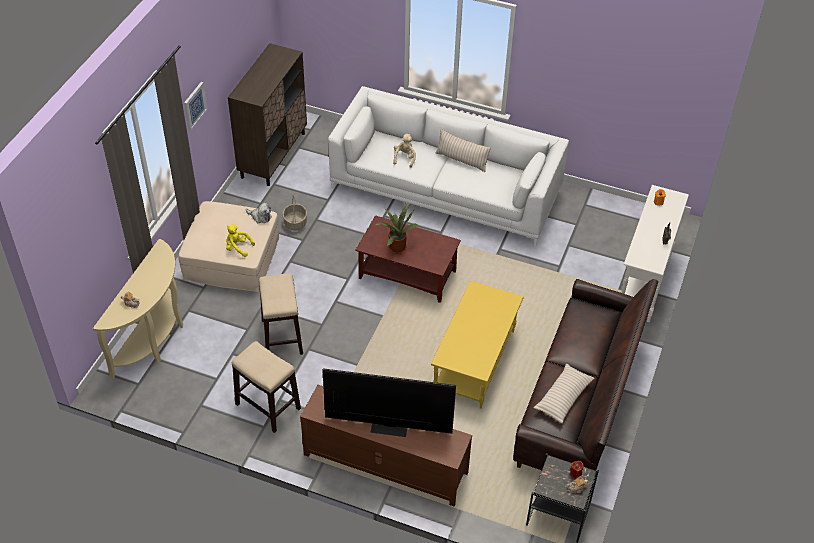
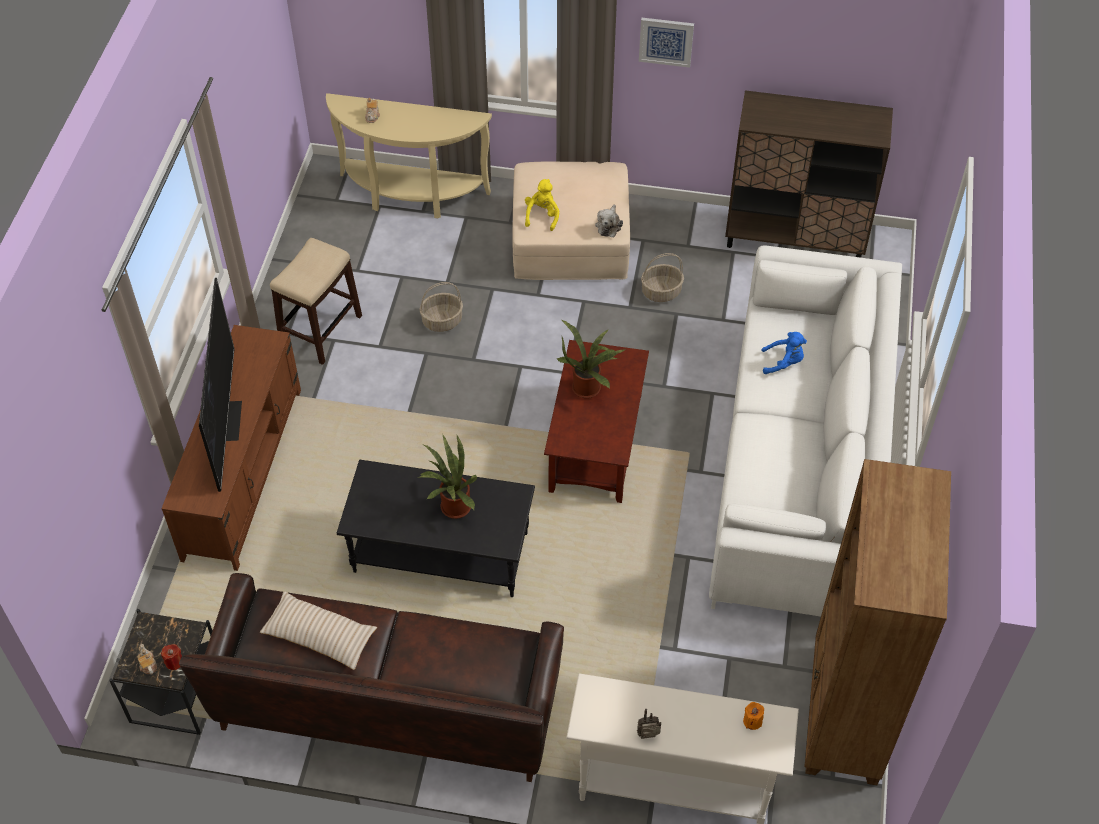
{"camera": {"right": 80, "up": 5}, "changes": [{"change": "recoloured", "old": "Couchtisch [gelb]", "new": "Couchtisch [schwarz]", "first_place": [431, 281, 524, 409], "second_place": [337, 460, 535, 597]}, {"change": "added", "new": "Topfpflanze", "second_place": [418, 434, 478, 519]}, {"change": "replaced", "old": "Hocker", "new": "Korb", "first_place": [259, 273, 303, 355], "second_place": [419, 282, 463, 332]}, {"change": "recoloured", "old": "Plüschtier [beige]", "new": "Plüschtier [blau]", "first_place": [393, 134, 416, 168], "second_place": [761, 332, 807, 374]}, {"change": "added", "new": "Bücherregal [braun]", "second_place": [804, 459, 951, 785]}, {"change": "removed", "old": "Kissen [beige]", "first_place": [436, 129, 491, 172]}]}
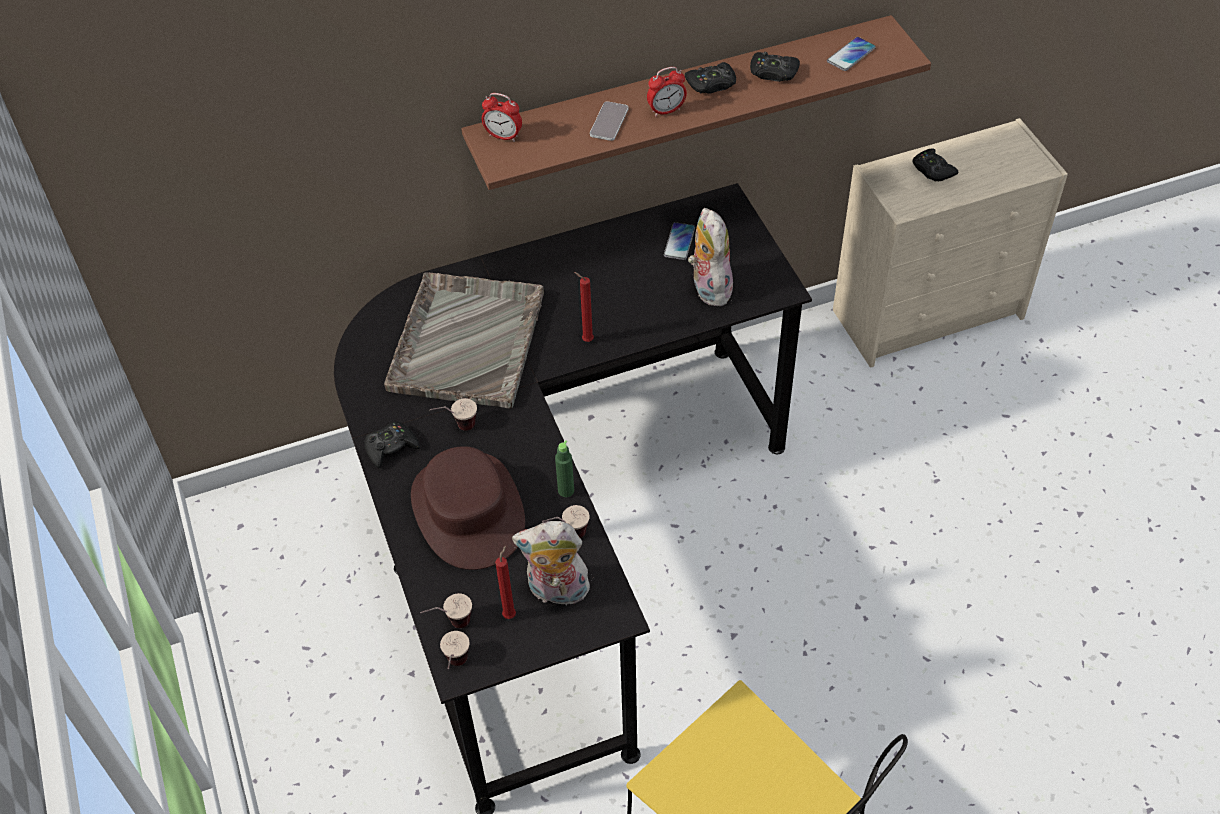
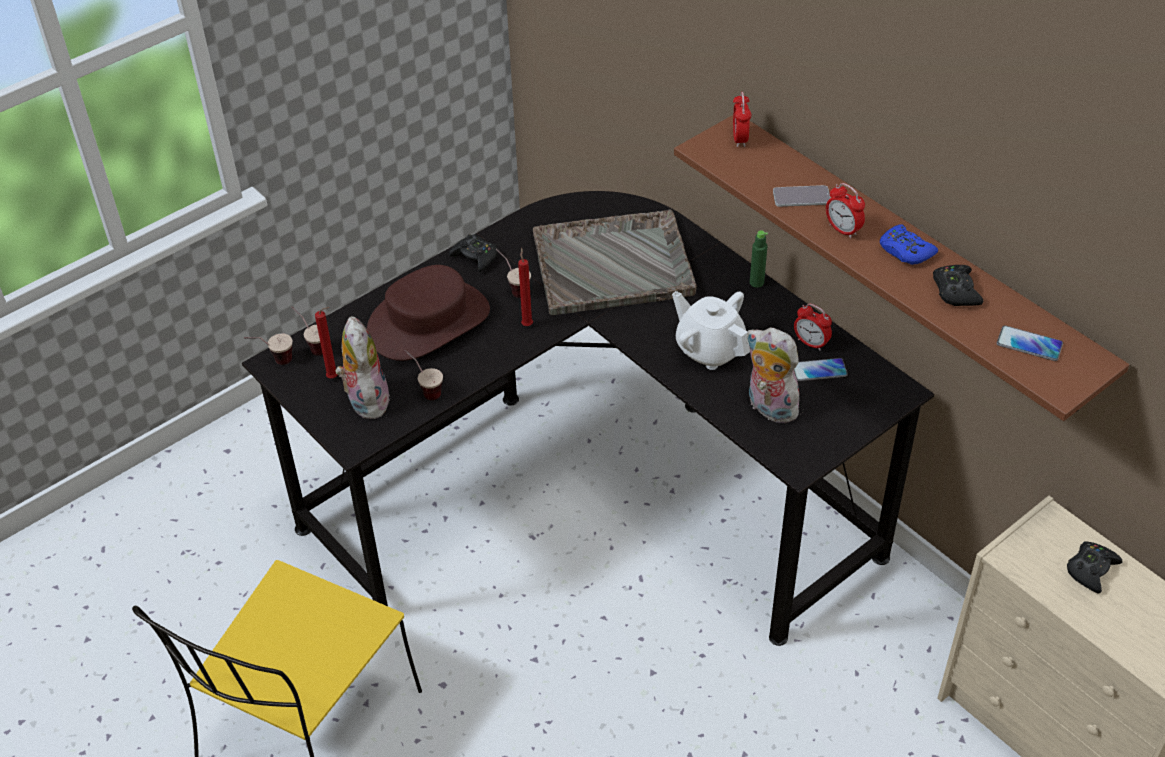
{"camera": {"right": 70, "up": -5}, "changes": [{"change": "moved", "old": "Kerze [rot]", "first_place": [574, 272, 594, 342], "second_place": [518, 248, 533, 326]}, {"change": "added", "new": "Teekanne [weiß]", "second_place": [672, 291, 750, 370]}, {"change": "turned", "old": "Plüschtier", "first_place": [688, 208, 734, 306], "second_place": [746, 327, 799, 424], "degrees": -105}, {"change": "moved", "old": "Flasche [grün]", "first_place": [555, 440, 574, 497], "second_place": [750, 230, 768, 288]}, {"change": "added", "new": "Wecker", "second_place": [794, 303, 832, 351]}, {"change": "recoloured", "old": "Gamepad [schwarz]", "new": "Gamepad [blau]", "first_place": [685, 62, 736, 94], "second_place": [880, 225, 938, 265]}]}
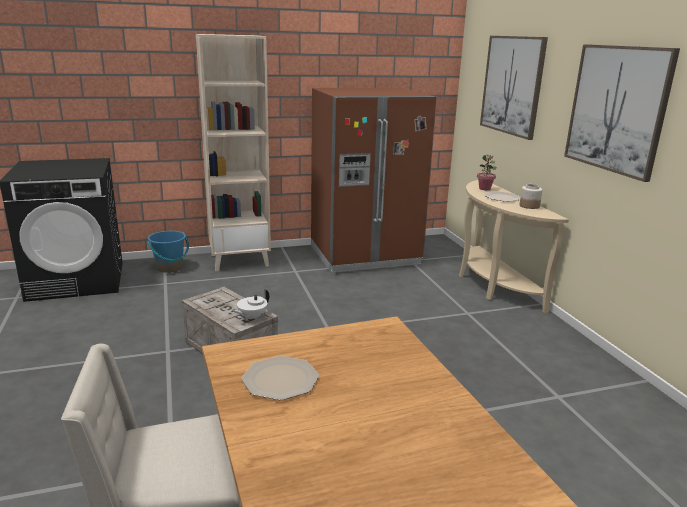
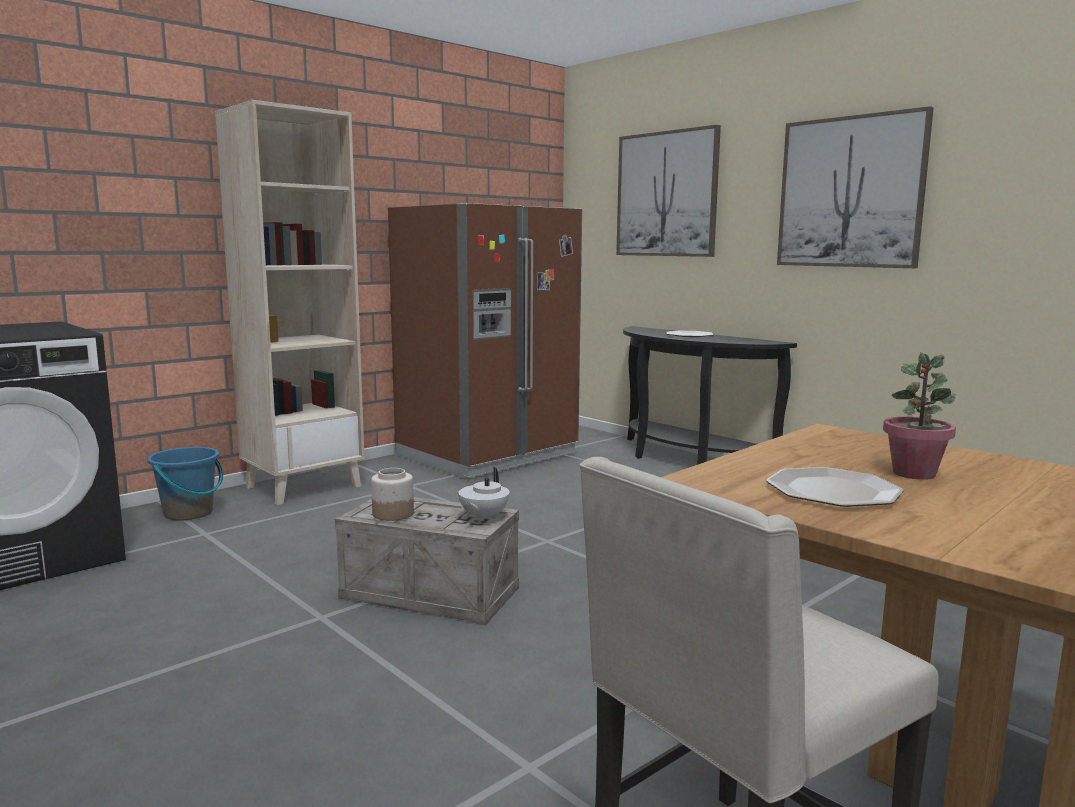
{"camera": {"right": -25, "up": -10}, "changes": [{"change": "moved", "old": "Vorratsglas", "first_place": [520, 184, 542, 209], "second_place": [371, 468, 414, 521]}, {"change": "recoloured", "old": "Konsolentisch [beige]", "new": "Konsolentisch [schwarz]", "first_place": [459, 180, 569, 313], "second_place": [623, 326, 797, 465]}, {"change": "moved", "old": "Topfpflanze", "first_place": [477, 154, 497, 191], "second_place": [883, 352, 956, 480]}]}
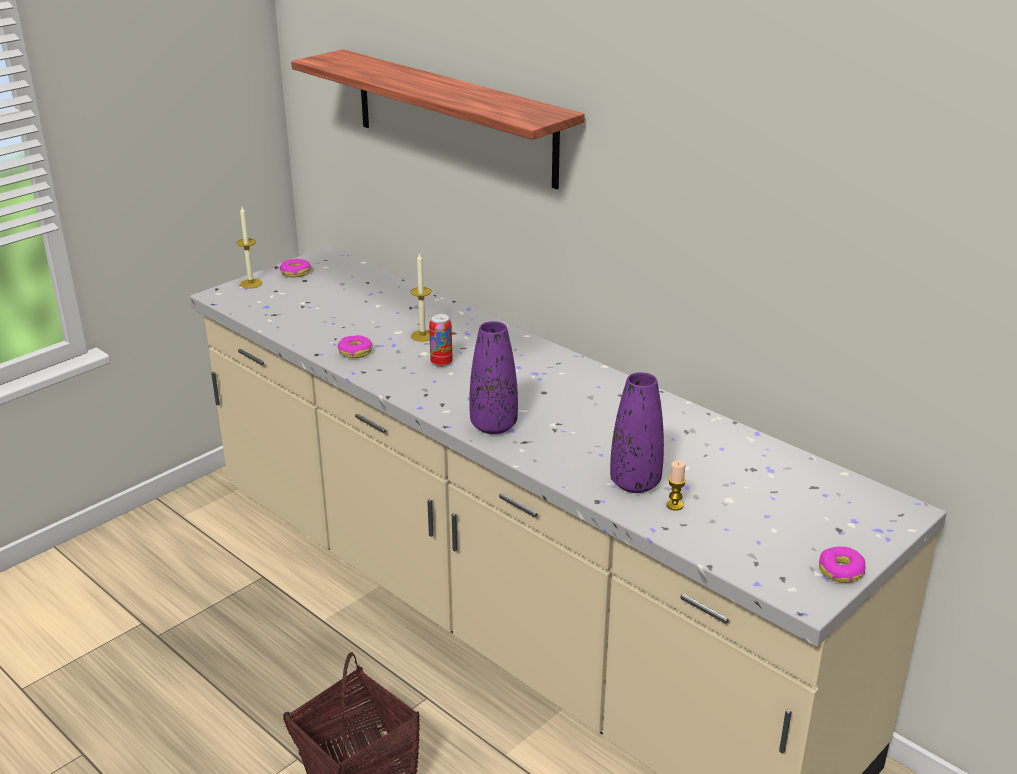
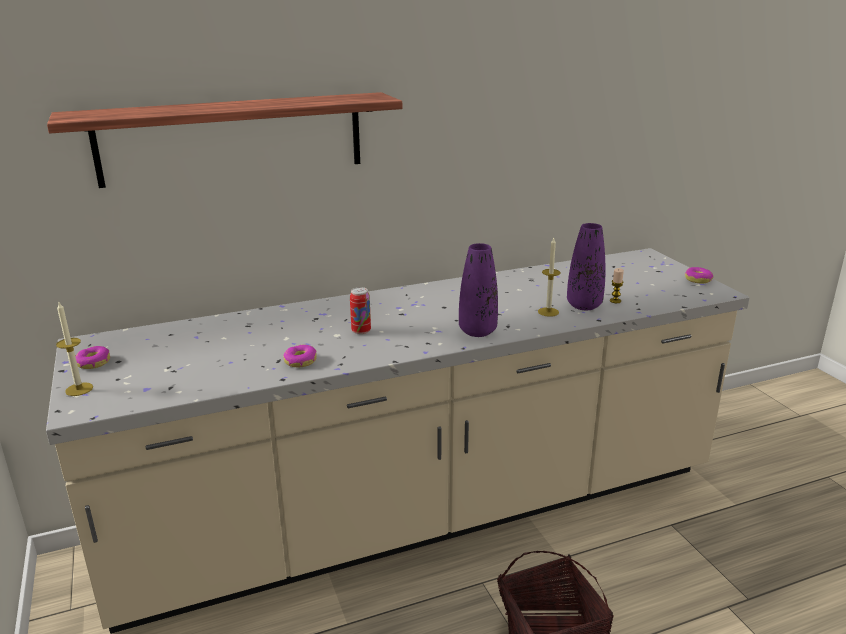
{"camera": {"right": -65, "up": -5}, "changes": [{"change": "moved", "old": "Kerze", "first_place": [411, 253, 431, 342], "second_place": [538, 238, 561, 317]}]}
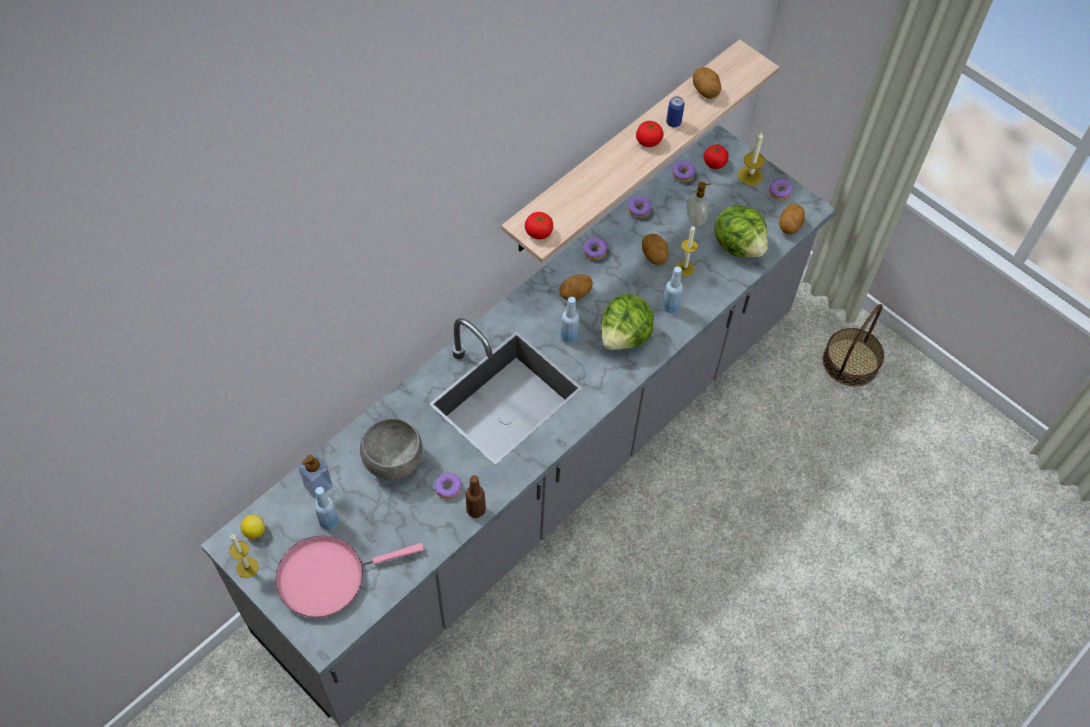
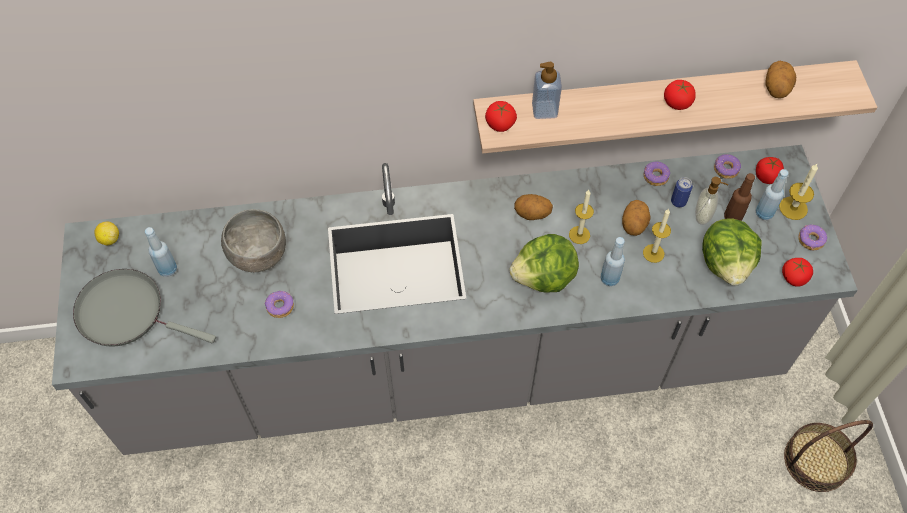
{"camera": {"right": 40, "up": 0}, "changes": [{"change": "recoloured", "old": "Pfanne [rosa]", "new": "Pfanne [grau]", "first_place": [275, 536, 424, 618], "second_place": [73, 269, 216, 347]}, {"change": "moved", "old": "Seifenspender", "first_place": [298, 455, 333, 499], "second_place": [532, 62, 562, 119]}, {"change": "moved", "old": "Kerze", "first_place": [229, 534, 259, 578], "second_place": [569, 190, 594, 244]}, {"change": "moved", "old": "Dose", "first_place": [666, 96, 685, 128], "second_place": [671, 177, 693, 207]}, {"change": "moved", "old": "Flasche [braun]", "first_place": [466, 475, 486, 518], "second_place": [724, 173, 755, 221]}, {"change": "moved", "old": "Flasche [blau]", "first_place": [560, 296, 579, 343], "second_place": [755, 169, 788, 220]}, {"change": "replaced", "old": "Kartoffel", "new": "Tomate", "first_place": [779, 204, 805, 234], "second_place": [782, 258, 813, 287]}, {"change": "removed", "old": "Donut", "first_place": [583, 238, 607, 260]}]}
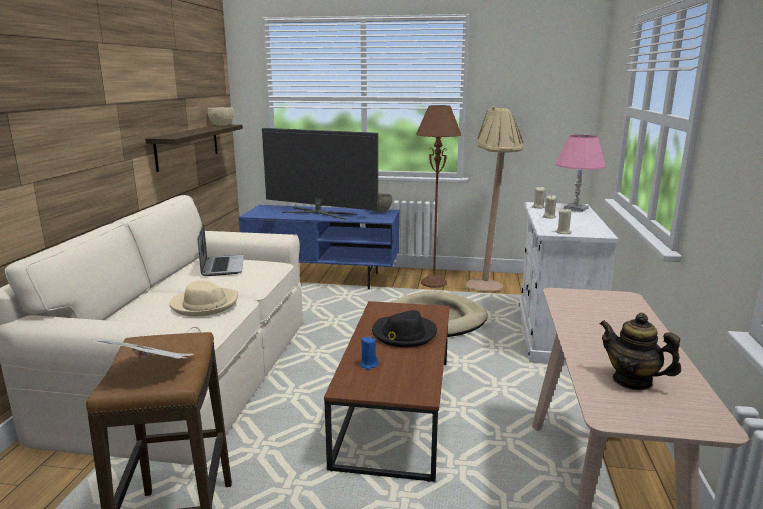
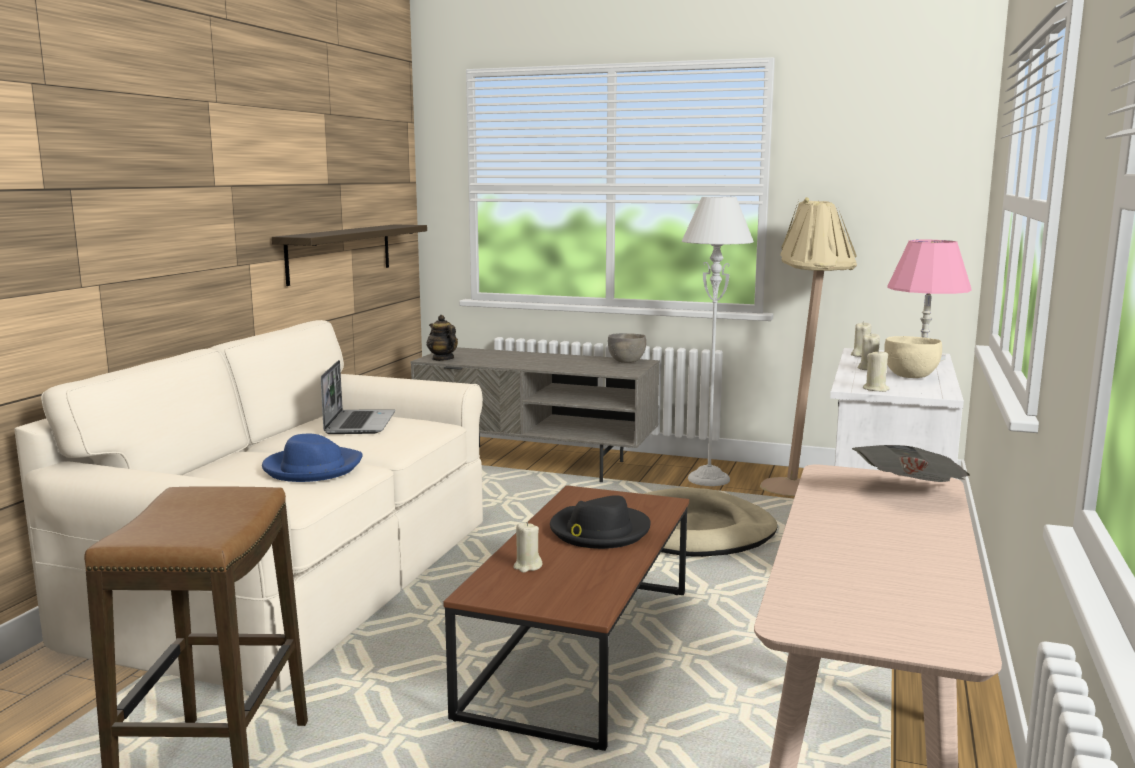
{"camera": {"right": 10, "up": -5}, "changes": [{"change": "recoloured", "old": "Hut [beige]", "new": "Hut [blau]", "first_place": [169, 281, 238, 316], "second_place": [262, 434, 363, 482]}, {"change": "recoloured", "old": "Fernsehschrank [blau]", "new": "Fernsehschrank [grau]", "first_place": [239, 205, 400, 289], "second_place": [411, 347, 660, 482]}, {"change": "moved", "old": "Teekanne", "first_place": [599, 313, 681, 390], "second_place": [427, 315, 458, 361]}, {"change": "recoloured", "old": "Kerze [blau]", "new": "Kerze [beige]", "first_place": [360, 337, 379, 370], "second_place": [514, 522, 542, 573]}, {"change": "recoloured", "old": "Stehlampe [braun]", "new": "Stehlampe [grau]", "first_place": [416, 105, 461, 288], "second_place": [682, 196, 754, 486]}, {"change": "moved", "old": "Zeitung", "first_place": [89, 339, 194, 359], "second_place": [852, 445, 970, 482]}, {"change": "moved", "old": "Schüssel [beige]", "first_place": [208, 107, 234, 126], "second_place": [884, 336, 942, 378]}, {"change": "removed", "old": "Fernseher", "first_place": [262, 128, 378, 220]}]}
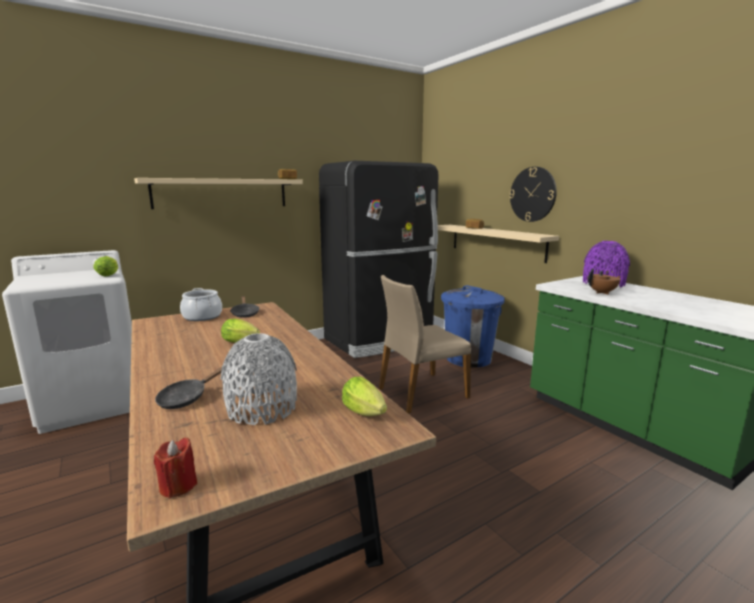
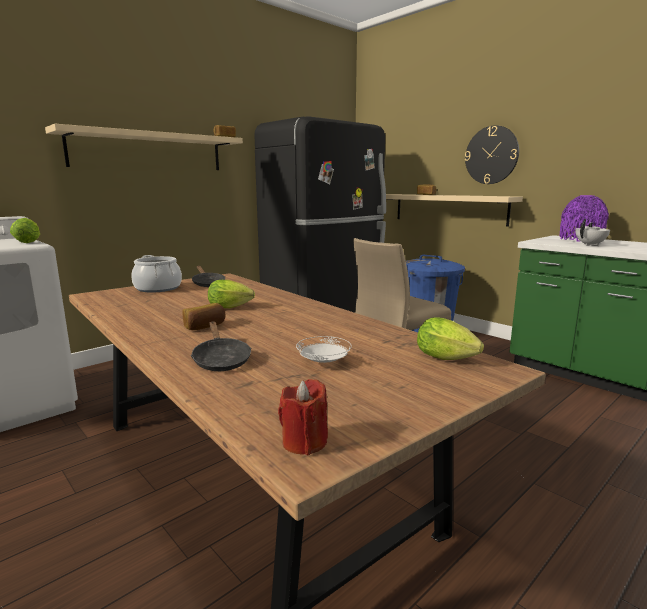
{"camera": {"right": -10, "up": 0}, "changes": [{"change": "added", "new": "Brot", "second_place": [182, 303, 226, 330]}, {"change": "turned", "old": "Pfanne [schwarz]", "first_place": [155, 367, 222, 409], "second_place": [191, 321, 251, 371], "degrees": -45}, {"change": "replaced", "old": "Vase [grau]", "new": "Teller [weiß]", "first_place": [221, 333, 297, 425], "second_place": [296, 336, 352, 363]}, {"change": "recoloured", "old": "Teekanne [braun]", "new": "Teekanne [weiß]", "first_place": [588, 268, 621, 295], "second_place": [575, 219, 610, 246]}]}
